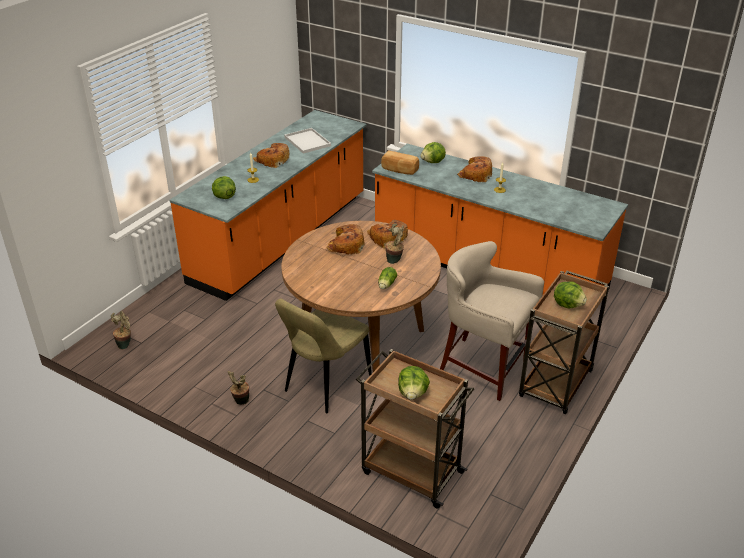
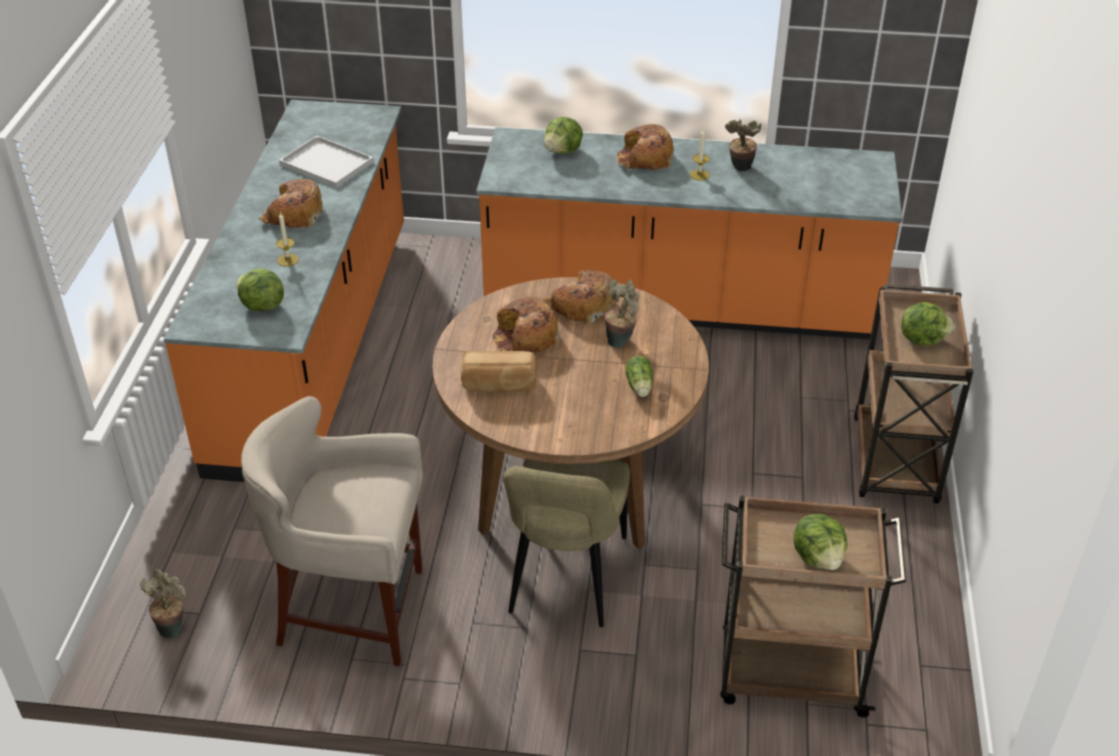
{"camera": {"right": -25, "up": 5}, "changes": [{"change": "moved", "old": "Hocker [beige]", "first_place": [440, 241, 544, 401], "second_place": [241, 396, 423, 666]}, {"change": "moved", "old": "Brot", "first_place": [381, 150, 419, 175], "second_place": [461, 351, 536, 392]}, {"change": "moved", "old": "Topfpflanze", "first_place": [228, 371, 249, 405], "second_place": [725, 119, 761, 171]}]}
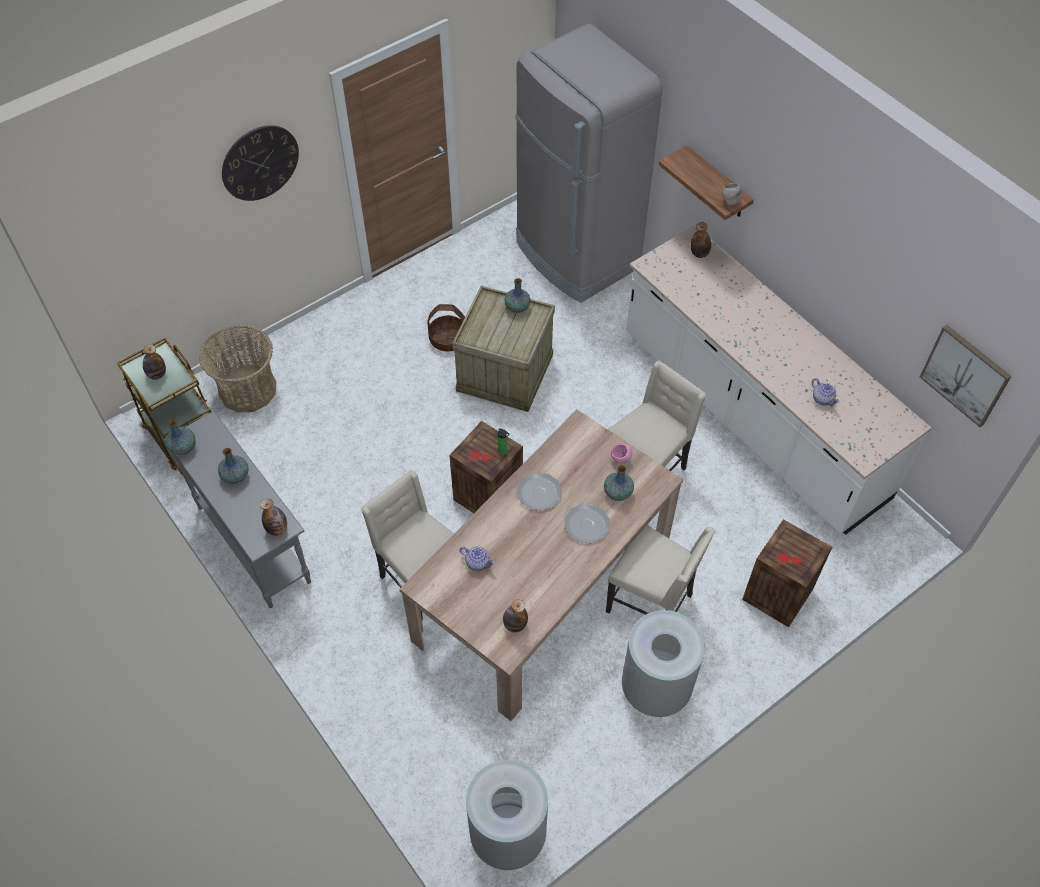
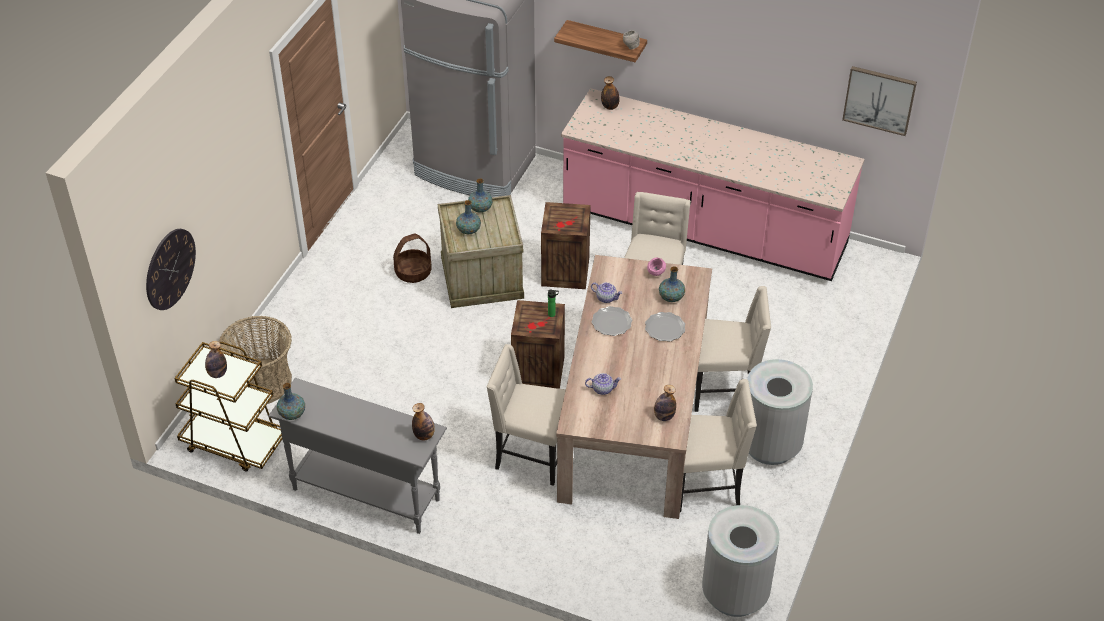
{"camera": {"right": -30, "up": -10}, "changes": [{"change": "moved", "old": "Wanduhr", "first_place": [222, 126, 299, 201], "second_place": [146, 229, 196, 310]}, {"change": "moved", "old": "Vase", "first_place": [218, 448, 249, 484], "second_place": [456, 200, 481, 235]}, {"change": "moved", "old": "Kiste", "first_place": [742, 519, 832, 627], "second_place": [541, 202, 591, 289]}, {"change": "recoloured", "old": "Küchenzeile [weiß]", "new": "Küchenzeile [rosa]", "first_place": [626, 225, 932, 535], "second_place": [561, 88, 865, 281]}, {"change": "moved", "old": "Teekanne", "first_place": [812, 378, 840, 406], "second_place": [591, 282, 622, 303]}, {"change": "added", "new": "Stuhl [beige]", "second_place": [680, 379, 757, 512]}]}
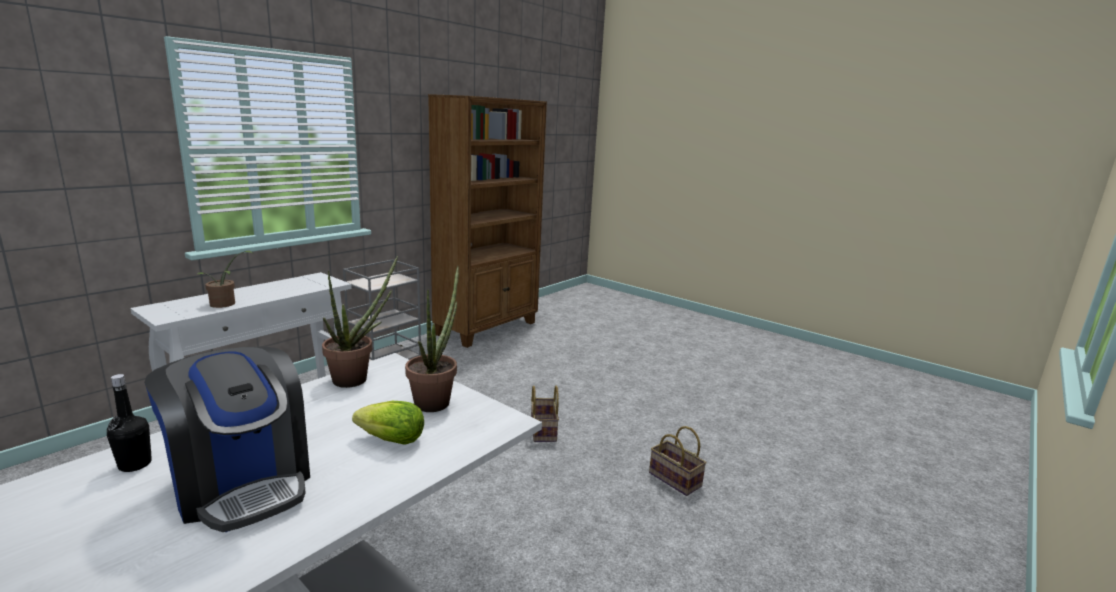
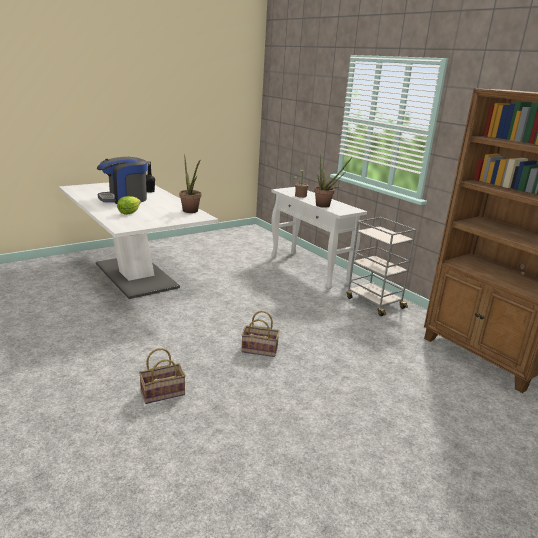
{"camera": {"right": 105, "up": 5}, "changes": [{"change": "moved", "old": "Topfpflanze", "first_place": [405, 265, 459, 412], "second_place": [314, 154, 352, 208]}]}
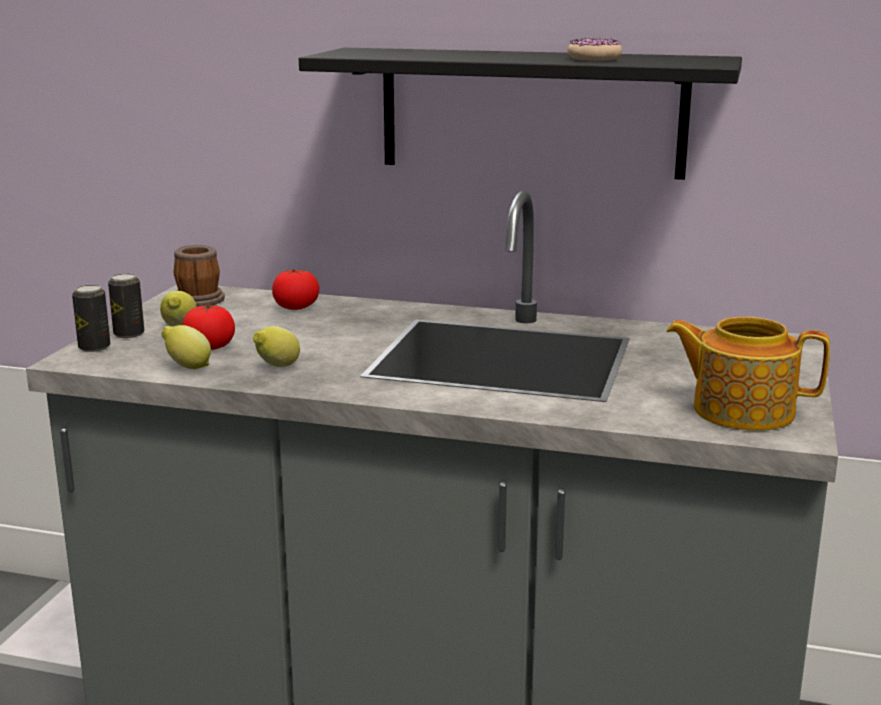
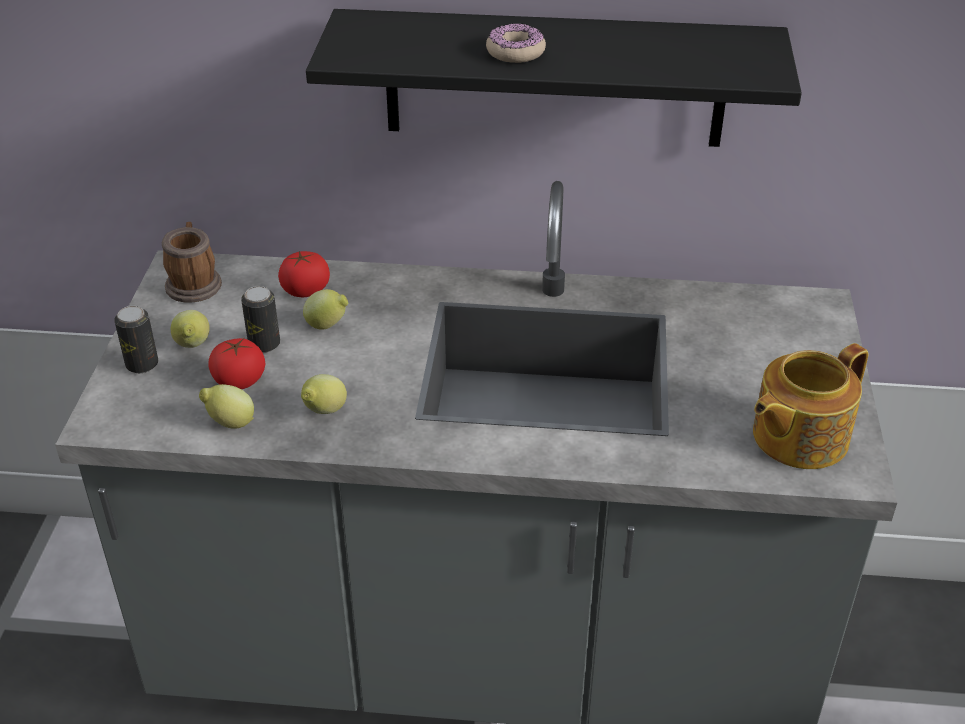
{"camera": {"right": -10, "up": 20}, "changes": [{"change": "moved", "old": "Dose", "first_place": [72, 285, 110, 352], "second_place": [241, 286, 280, 353]}, {"change": "added", "new": "Zitrone", "second_place": [303, 289, 348, 330]}, {"change": "moved", "old": "Donut", "first_place": [567, 38, 622, 61], "second_place": [486, 23, 546, 63]}, {"change": "turned", "old": "Teekanne", "first_place": [666, 316, 830, 431], "second_place": [753, 343, 868, 469], "degrees": -45}]}
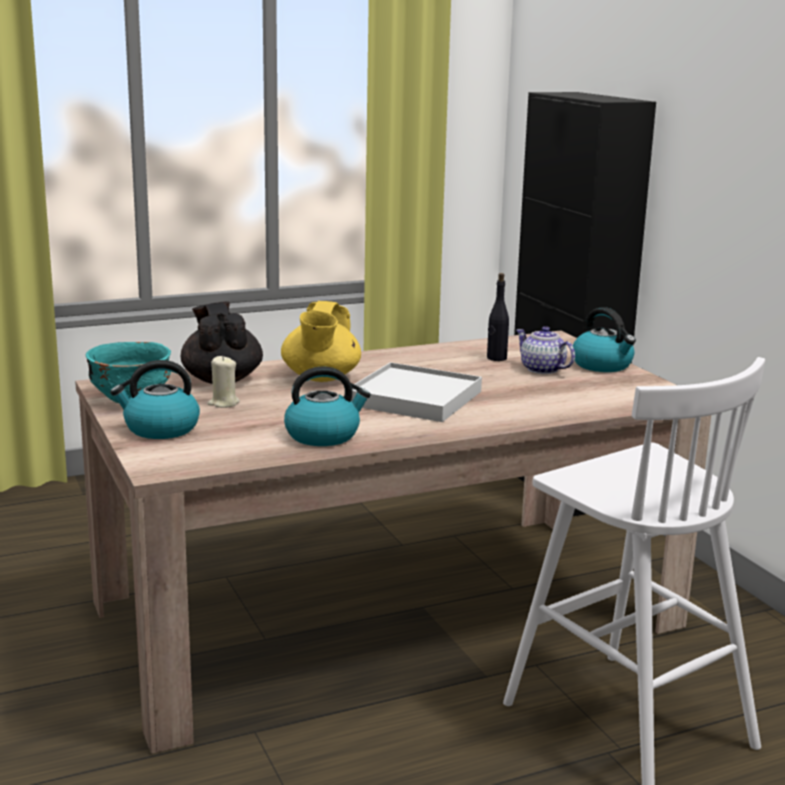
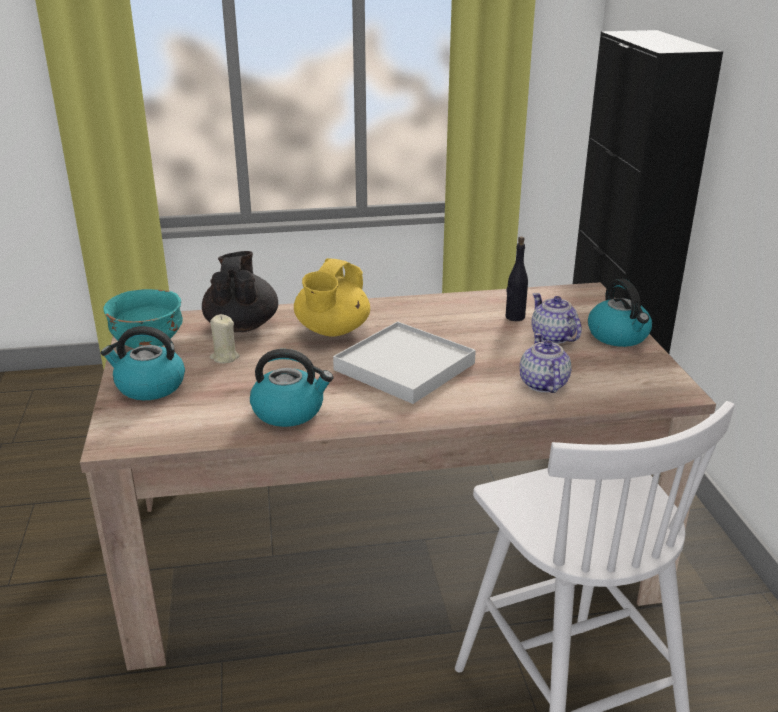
{"camera": {"right": 15, "up": 10}, "changes": [{"change": "added", "new": "Teekanne", "second_place": [520, 333, 571, 393]}]}
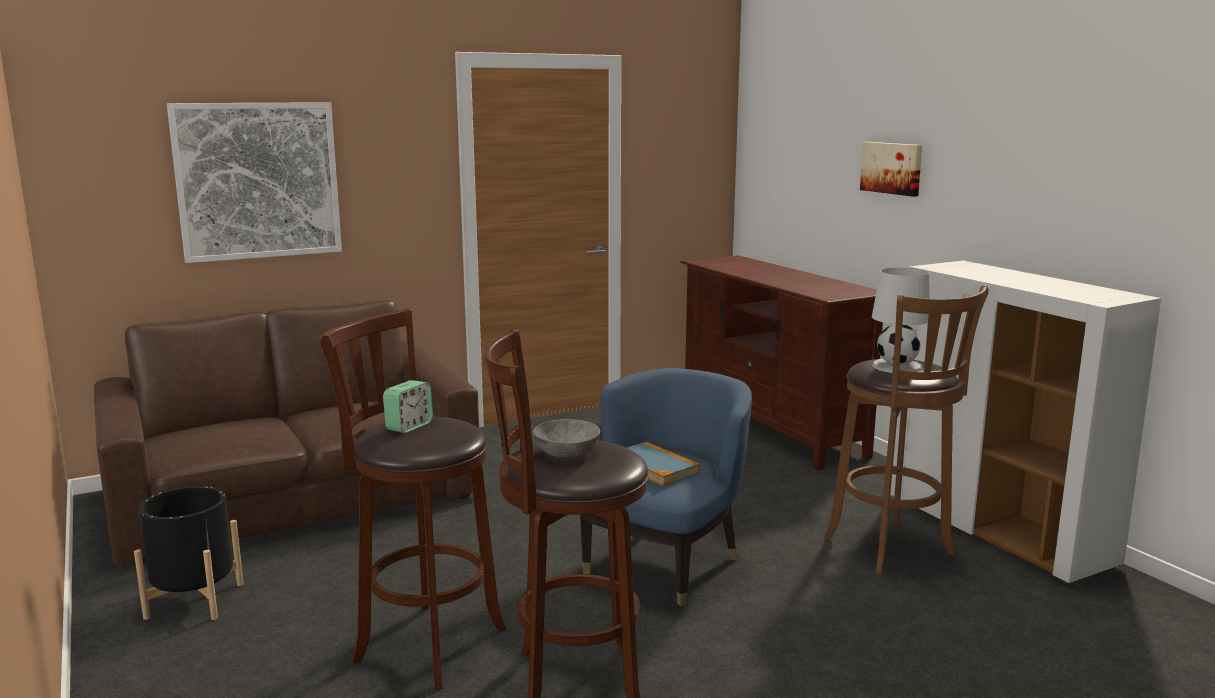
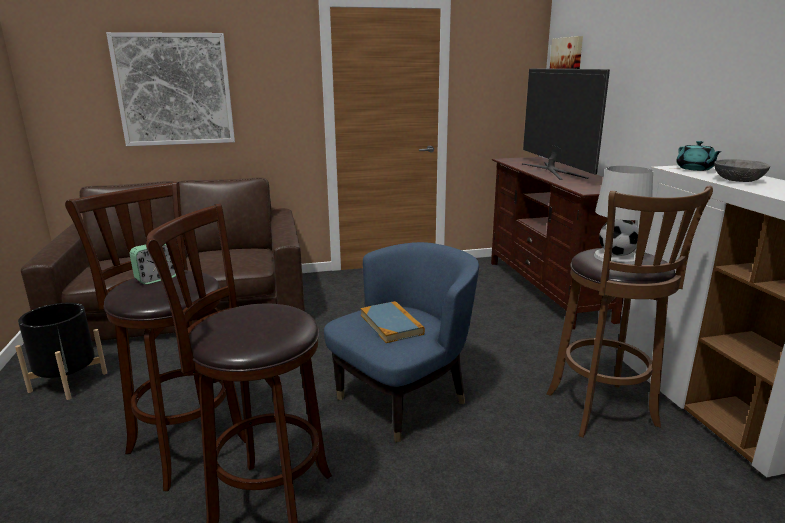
{"camera": {"right": 15, "up": 5}, "changes": [{"change": "added", "new": "Fernseher", "second_place": [522, 68, 610, 180]}, {"change": "moved", "old": "Bild", "first_place": [860, 142, 922, 197], "second_place": [550, 36, 583, 69]}, {"change": "added", "new": "Teekanne [türkis]", "second_place": [676, 141, 722, 171]}, {"change": "moved", "old": "Schüssel [grau]", "first_place": [533, 419, 600, 458], "second_place": [714, 159, 770, 182]}]}
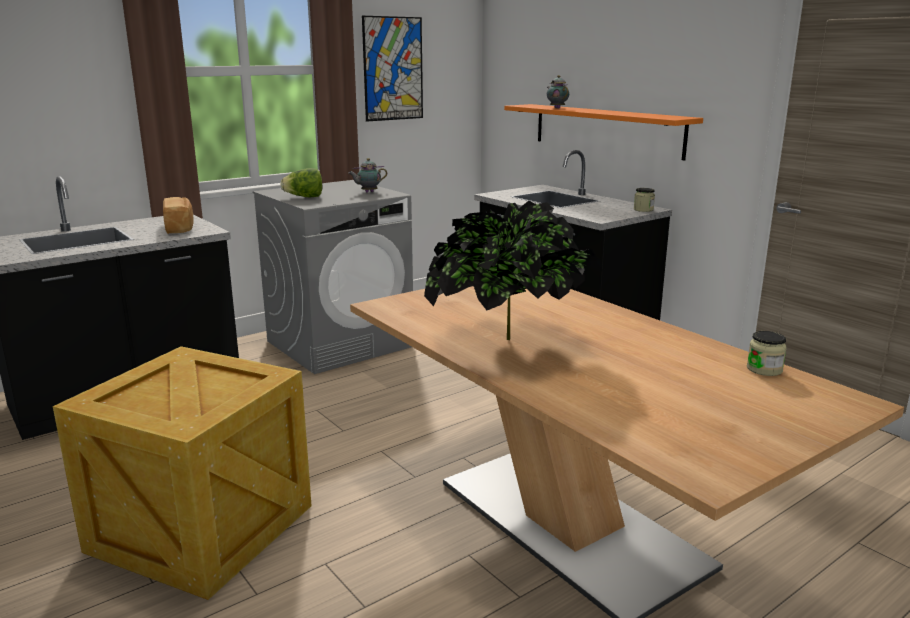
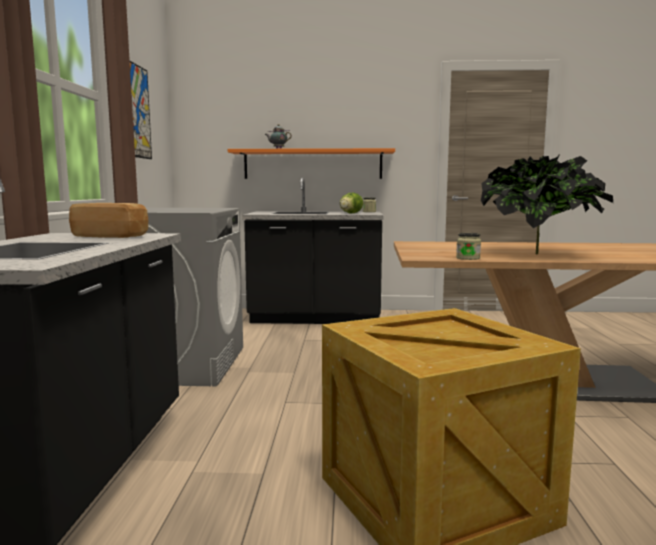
{"camera": {"right": -50, "up": -10}, "changes": [{"change": "moved", "old": "Salatkopf", "first_place": [280, 168, 322, 197], "second_place": [340, 193, 363, 213]}, {"change": "moved", "old": "Vorratsglas", "first_place": [747, 331, 787, 376], "second_place": [456, 233, 481, 260]}, {"change": "removed", "old": "Teekanne", "first_place": [349, 158, 387, 192]}]}
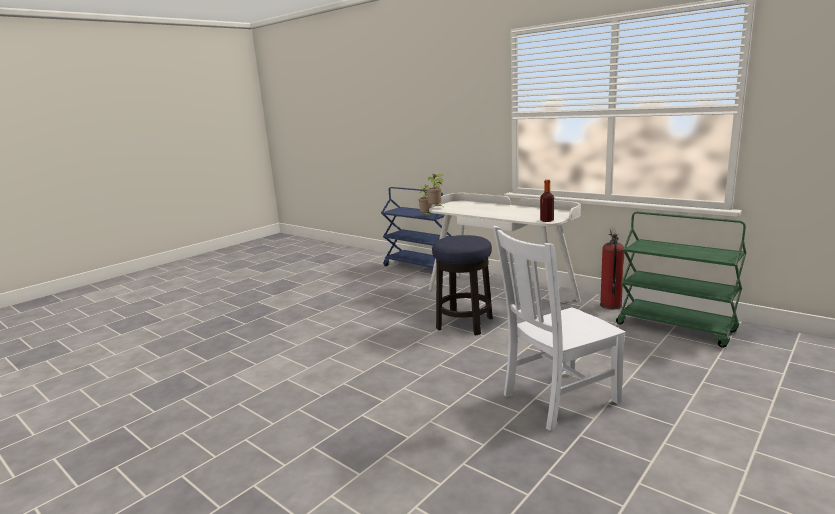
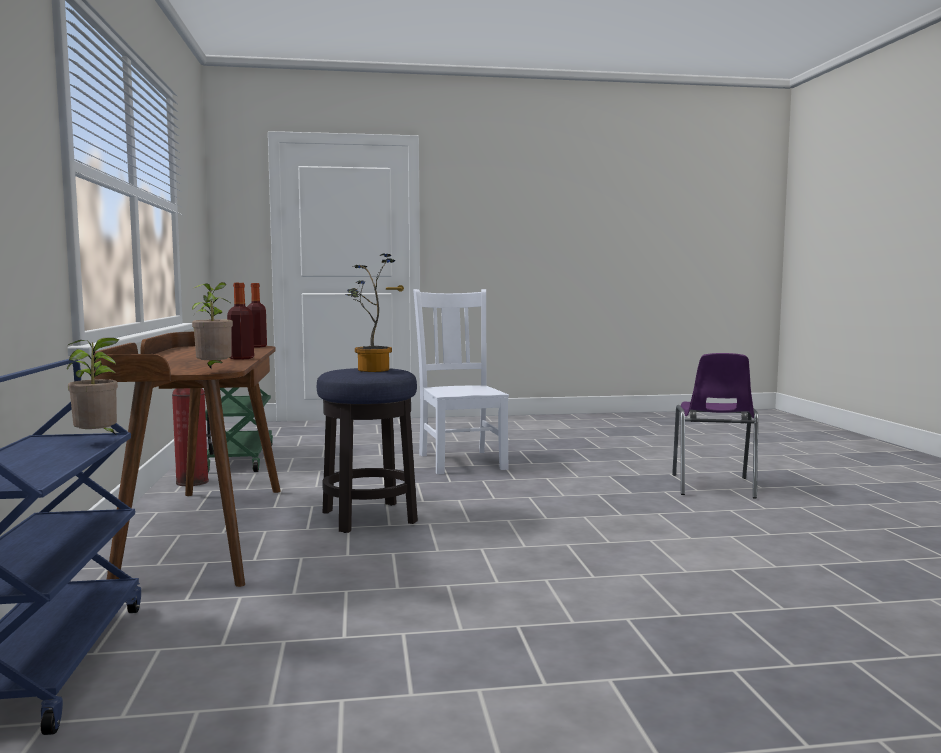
{"camera": {"right": -140, "up": -10}, "changes": [{"change": "recoloured", "old": "Schreibtisch [weiß]", "new": "Schreibtisch [braun]", "first_place": [429, 193, 581, 308], "second_place": [94, 332, 281, 587]}, {"change": "added", "new": "Flasche", "second_place": [227, 283, 254, 360]}, {"change": "added", "new": "Topfpflanze", "second_place": [345, 253, 395, 372]}, {"change": "turned", "old": "Stuhl [weiß]", "first_place": [493, 226, 625, 431], "second_place": [413, 289, 509, 474], "degrees": -120}, {"change": "added", "new": "Stuhl [lila]", "second_place": [672, 353, 758, 499]}]}
